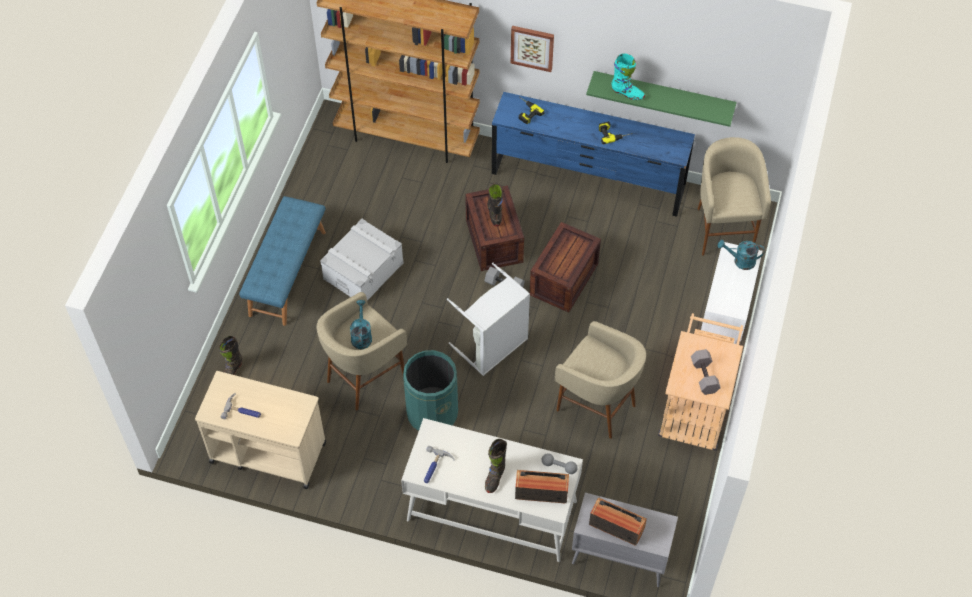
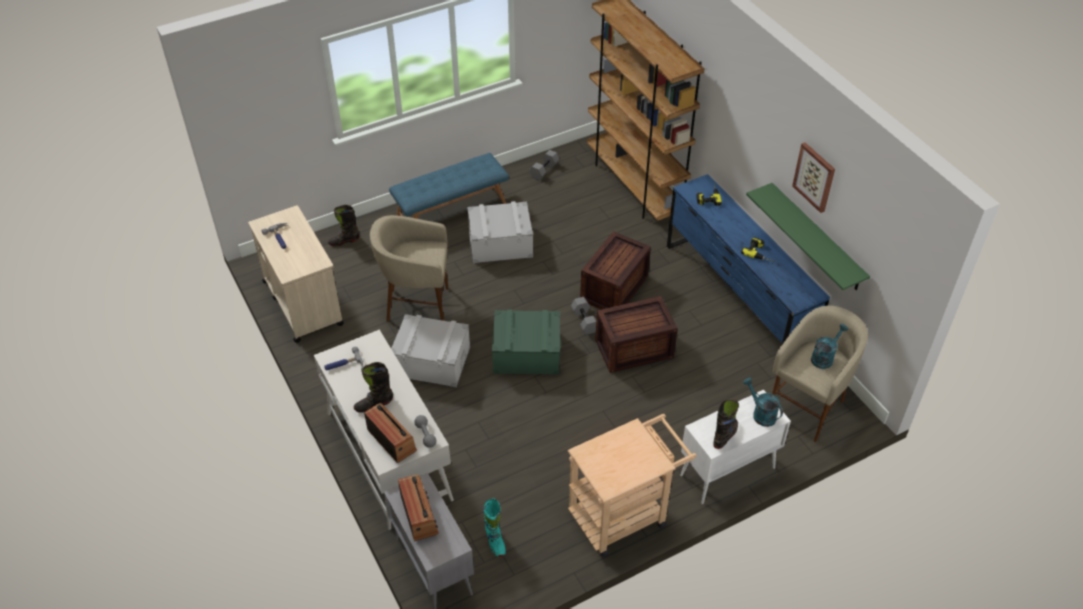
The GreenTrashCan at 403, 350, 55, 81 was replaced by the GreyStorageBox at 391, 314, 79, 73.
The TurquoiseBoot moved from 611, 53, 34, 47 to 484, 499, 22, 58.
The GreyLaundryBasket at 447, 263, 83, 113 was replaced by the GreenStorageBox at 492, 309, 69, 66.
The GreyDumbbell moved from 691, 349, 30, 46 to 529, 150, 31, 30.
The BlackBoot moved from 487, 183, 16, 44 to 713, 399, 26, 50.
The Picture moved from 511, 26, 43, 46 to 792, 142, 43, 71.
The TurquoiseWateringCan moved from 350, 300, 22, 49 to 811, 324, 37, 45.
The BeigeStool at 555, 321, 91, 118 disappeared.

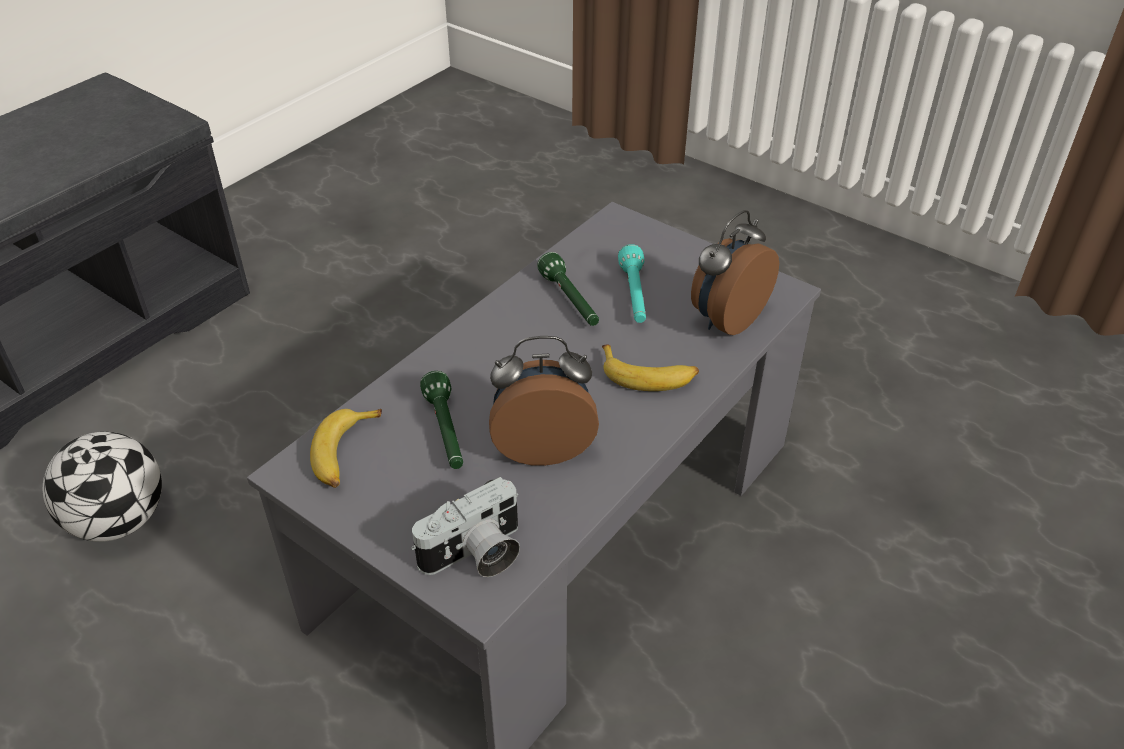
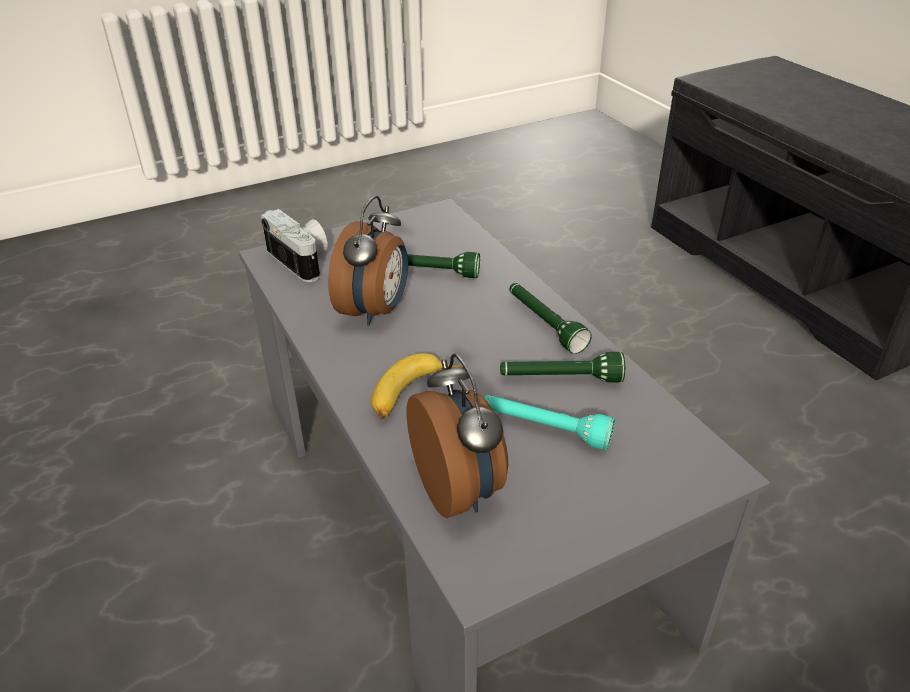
The PhotoCamera at 411, 477, 109, 100 turned 150 degrees clockwise.
The GreenFlashlight at 510, 283, 82, 71 appeared.
The Football at 43, 432, 119, 110 disappeared.
The Banana at 310, 409, 72, 79 disappeared.

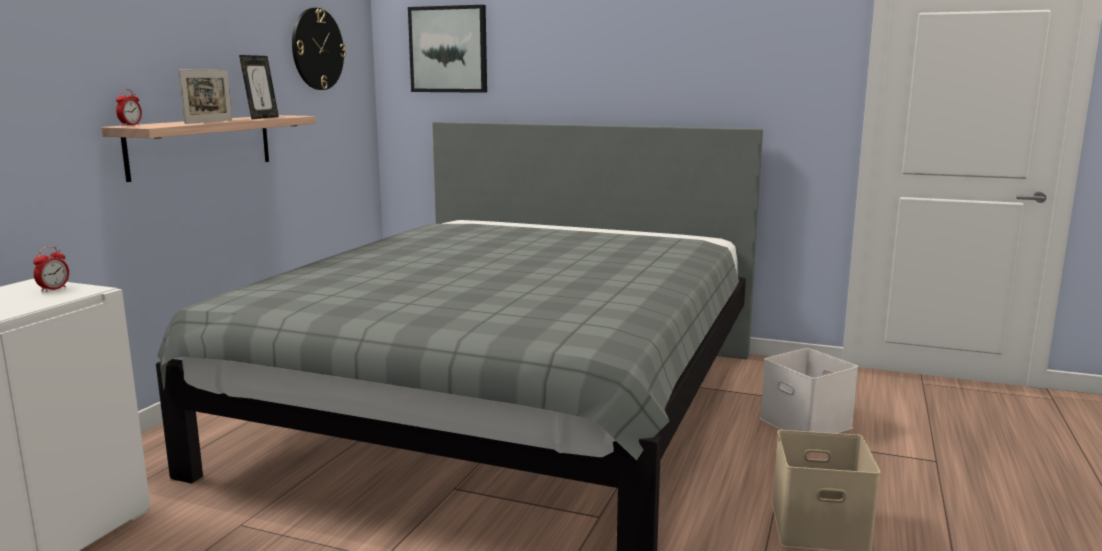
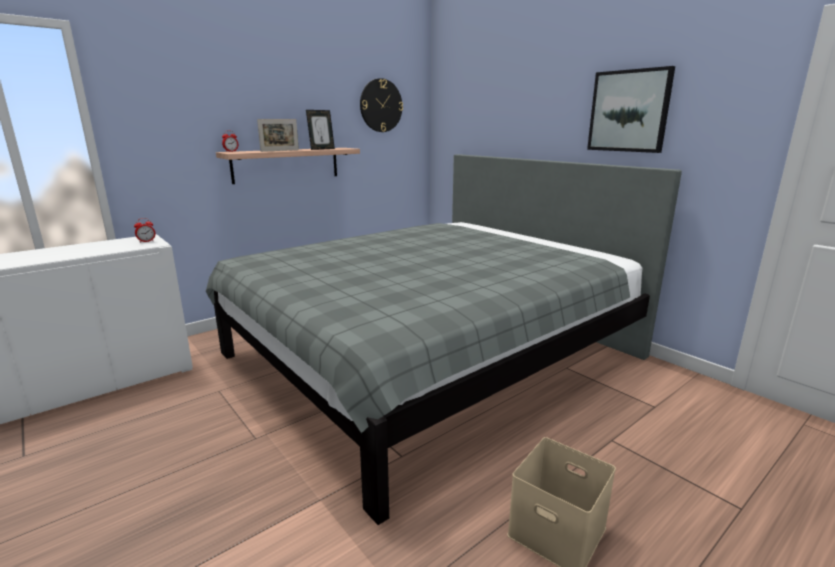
The Picture moved from 408, 5, 79, 88 to 587, 66, 88, 87.
The WhiteStorageBox at 760, 348, 98, 85 disappeared.

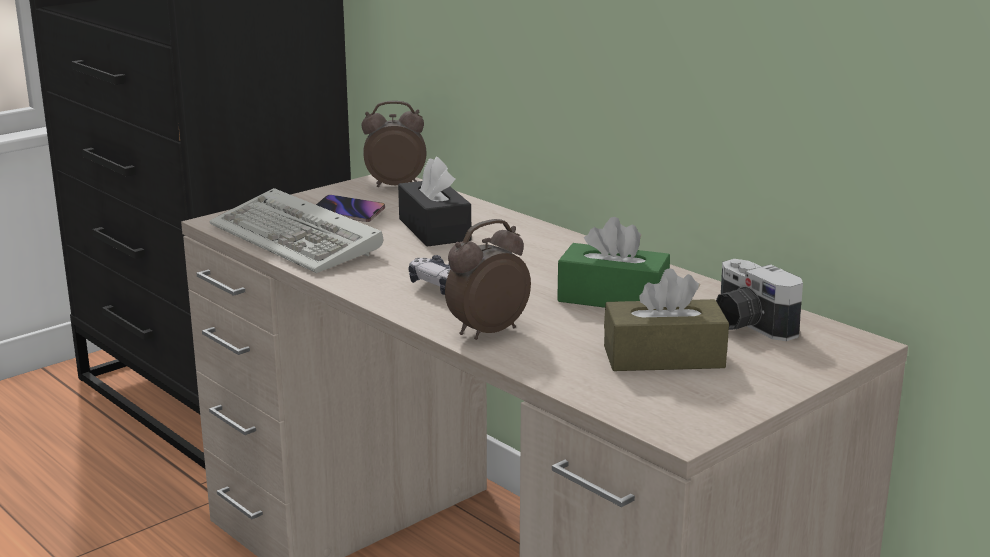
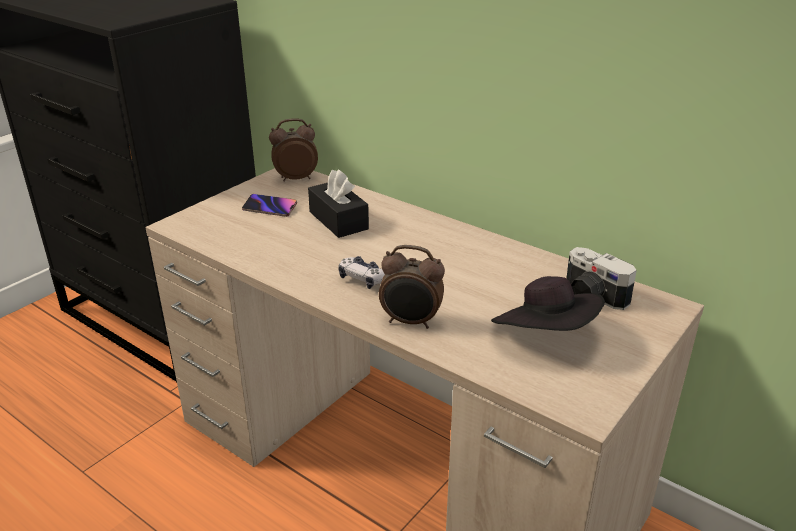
The AlarmClock at 445, 219, 86, 121 turned 120 degrees counterclockwise.
The BrownTissueBox at 604, 268, 125, 103 was replaced by the BlackHat at 491, 276, 114, 55.
The Keyboard at 210, 188, 173, 85 disappeared.
The GreenTissueBox at 557, 217, 113, 91 disappeared.

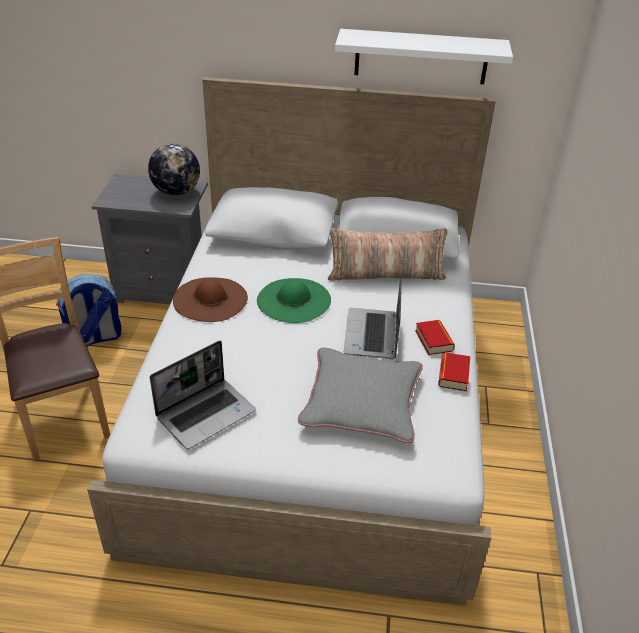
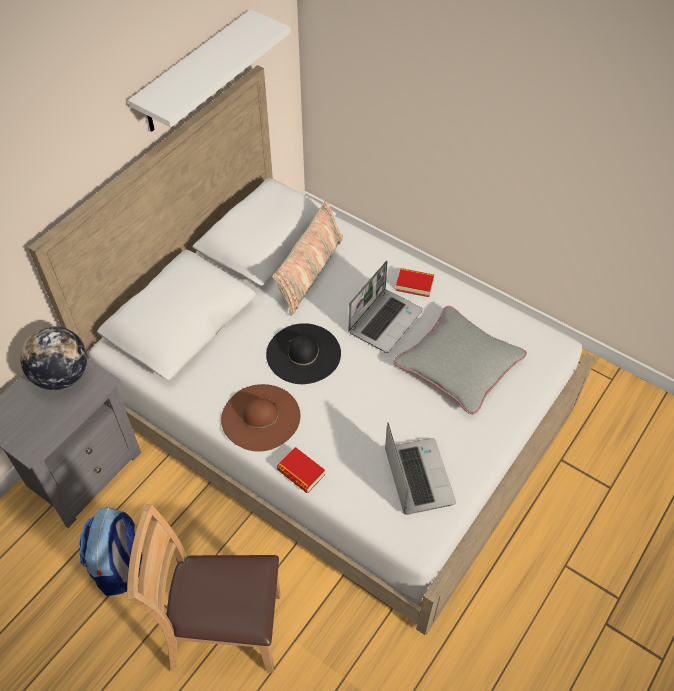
The GreenHat at 257, 278, 74, 45 became the BlackHat at 266, 323, 75, 61.
The Book moved from 438, 352, 32, 39 to 277, 447, 48, 46.
The Laptop at 344, 276, 58, 83 turned 90 degrees counterclockwise.

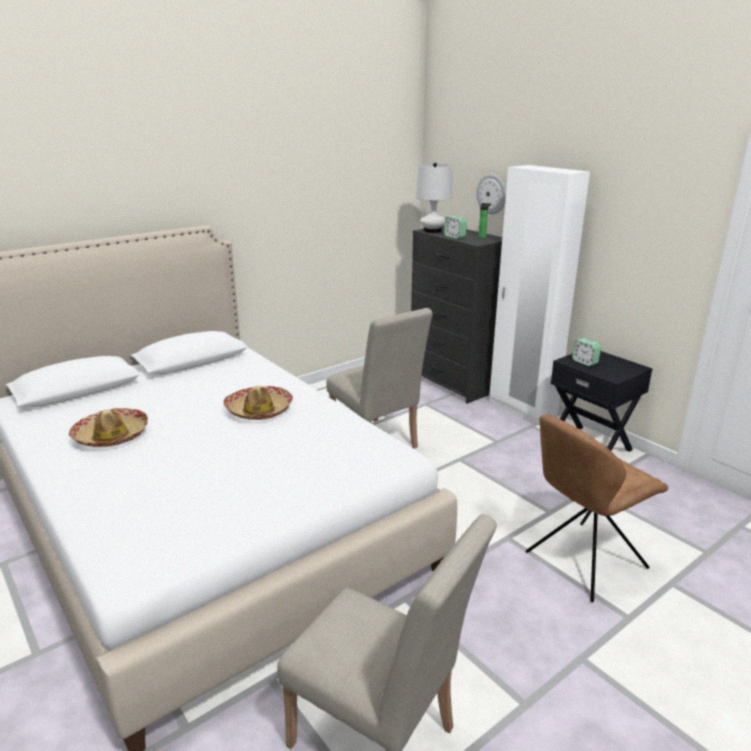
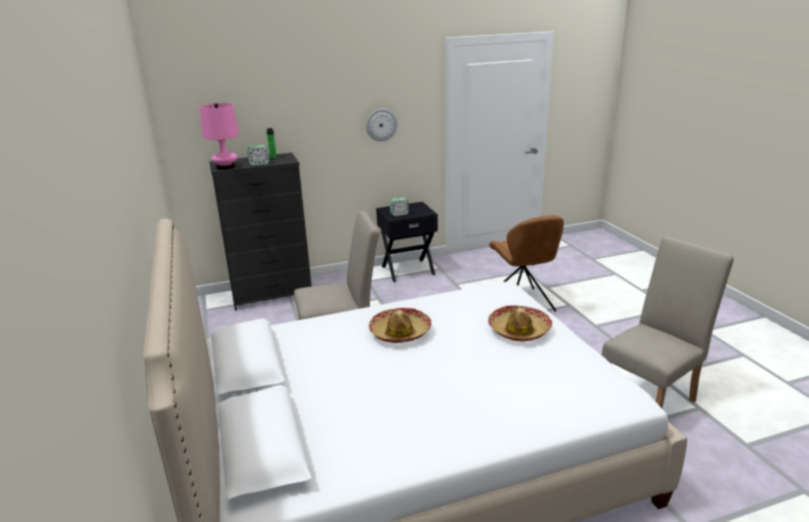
The WhiteTableLamp at 416, 163, 36, 70 became the PinkTableLamp at 200, 103, 39, 67.
The WallClock moved from 476, 174, 30, 41 to 366, 108, 31, 33.
The Hat moved from 69, 408, 79, 39 to 488, 305, 64, 36.
The WhiteWardrobe at 490, 165, 100, 261 disappeared.

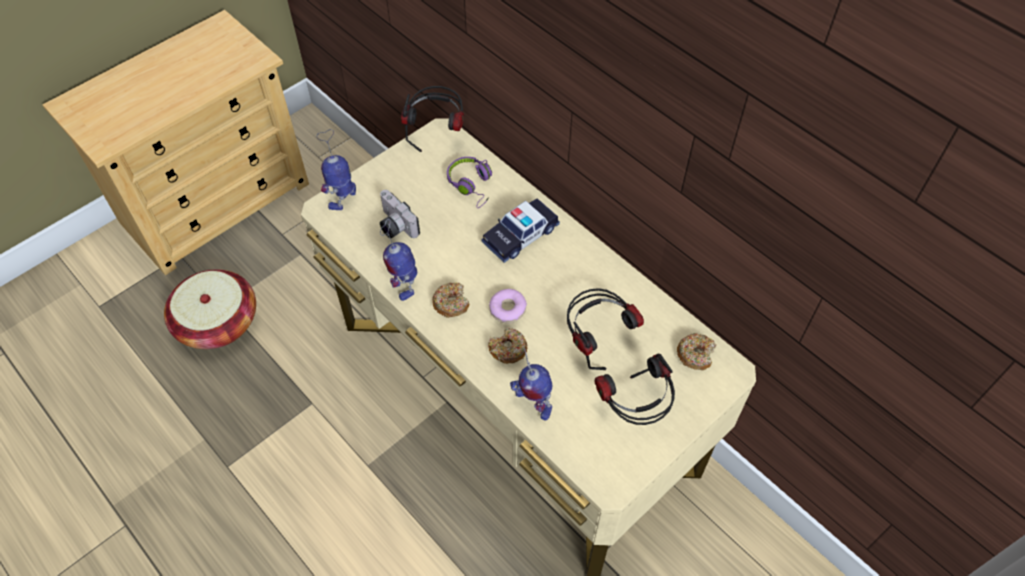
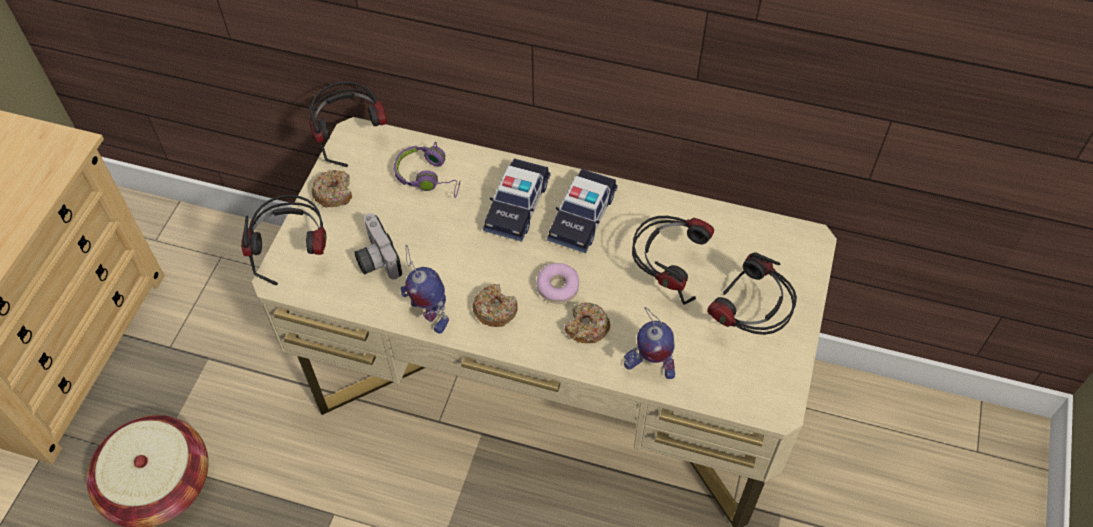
The ToyRobot at 317, 129, 39, 81 was replaced by the Headphones at 241, 195, 85, 90.
The Donut moved from 677, 333, 39, 37 to 312, 170, 40, 37.
The PhotoCamera at 380, 190, 40, 48 turned 45 degrees clockwise.
The ToyCar at 547, 169, 71, 84 appeared.

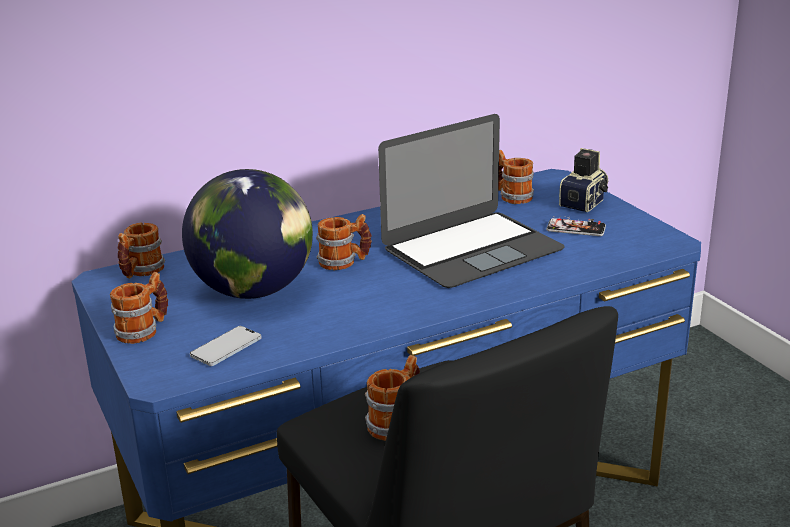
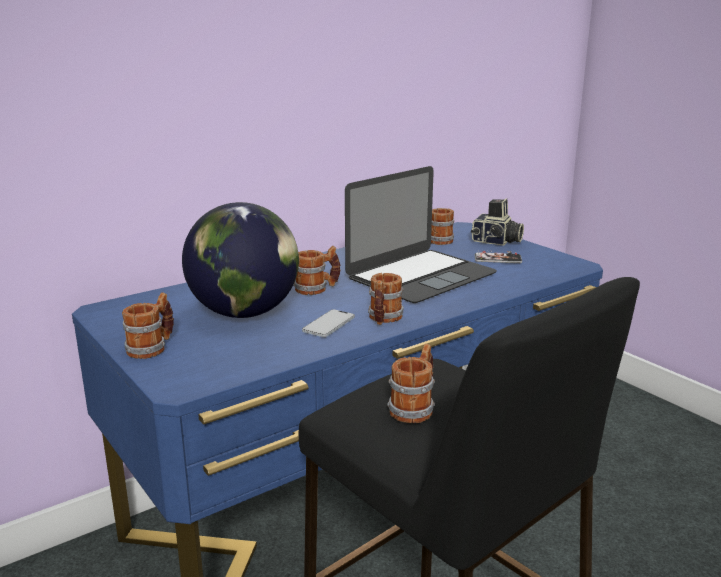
The Phone moved from 190, 326, 72, 40 to 302, 309, 53, 28.
The Mug moved from 118, 223, 47, 56 to 368, 273, 36, 52.
The PhotoCamera at 559, 148, 49, 64 turned 90 degrees clockwise.

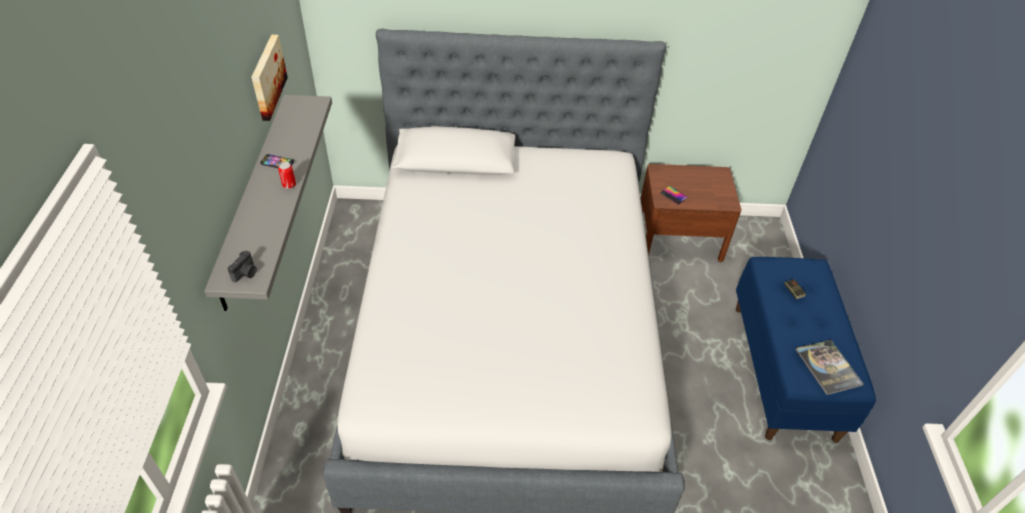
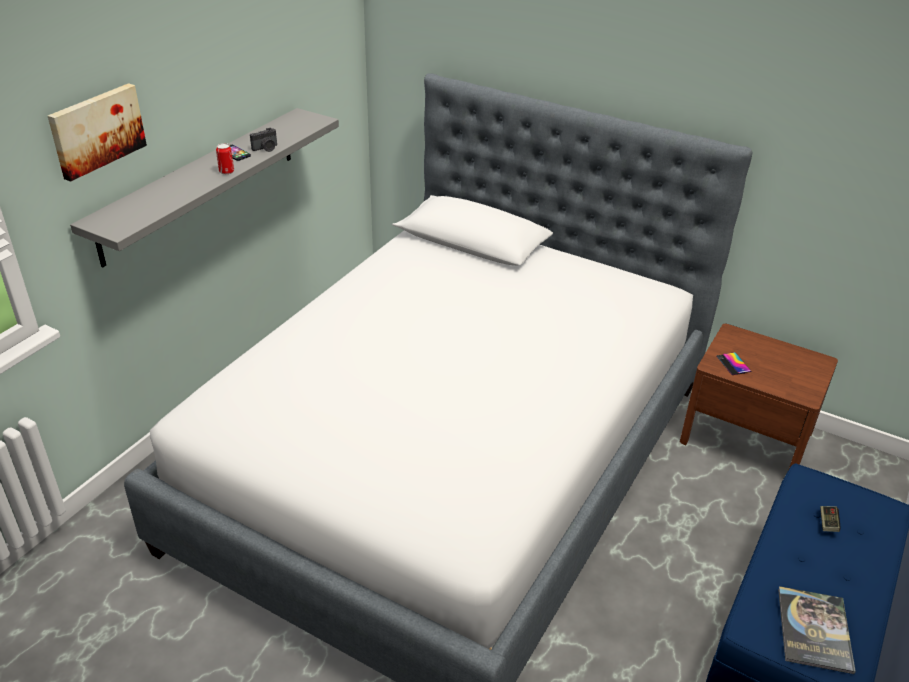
The Picture moved from 251, 35, 37, 86 to 48, 83, 99, 99.
The PhotoCamera moved from 227, 251, 30, 31 to 250, 128, 27, 24.

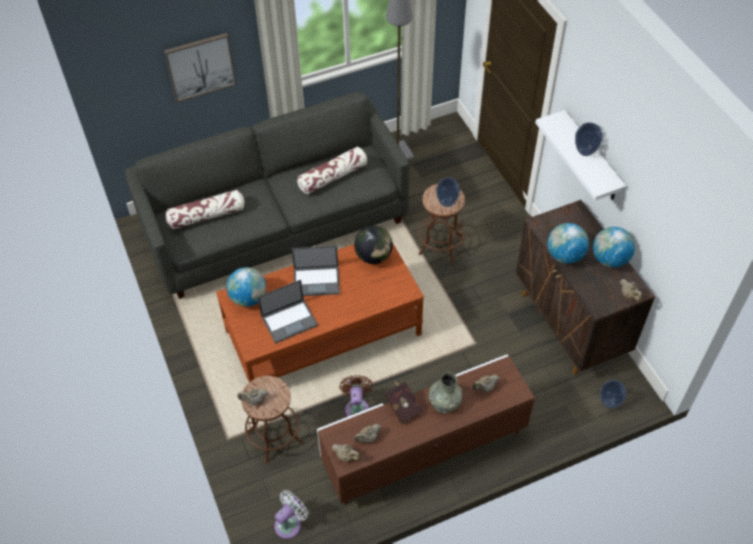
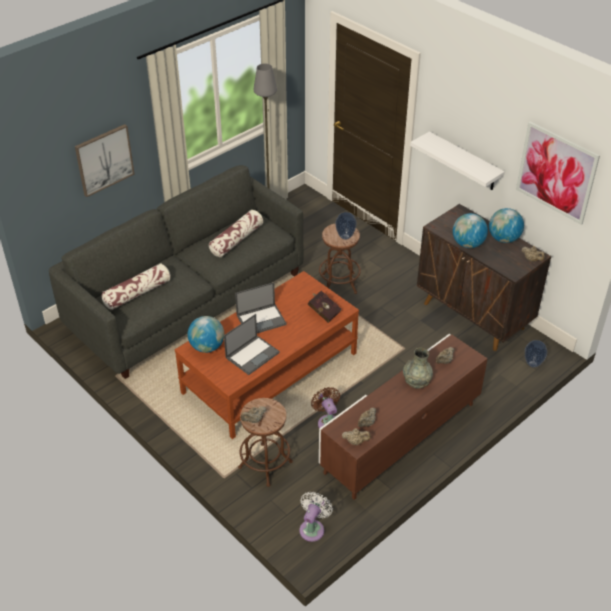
The RedBook moved from 384, 382, 39, 42 to 308, 291, 34, 32.
The Picture at 516, 122, 84, 103 appeared.
The Globe at 354, 226, 39, 38 disappeared.
The Vase at 575, 123, 28, 33 disappeared.

